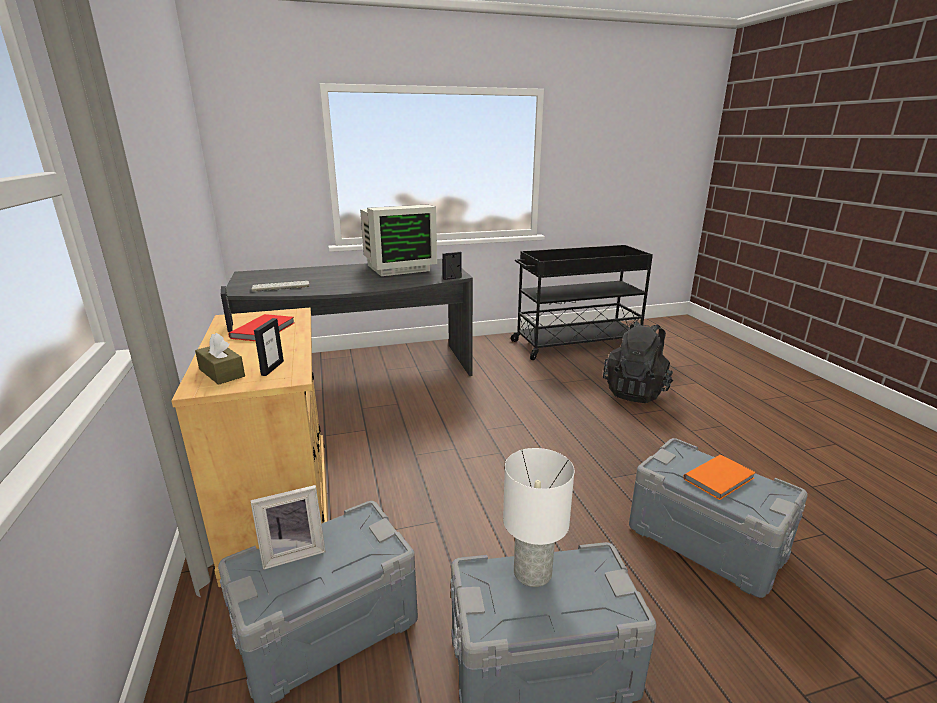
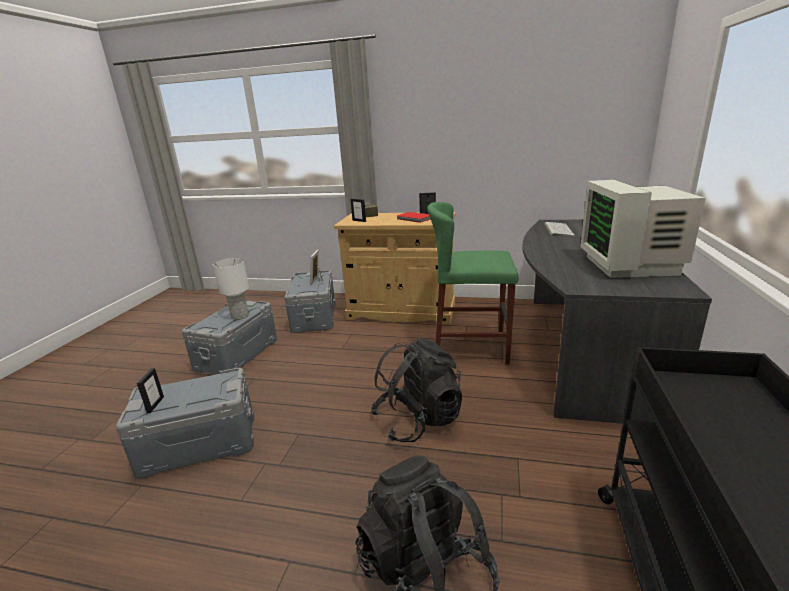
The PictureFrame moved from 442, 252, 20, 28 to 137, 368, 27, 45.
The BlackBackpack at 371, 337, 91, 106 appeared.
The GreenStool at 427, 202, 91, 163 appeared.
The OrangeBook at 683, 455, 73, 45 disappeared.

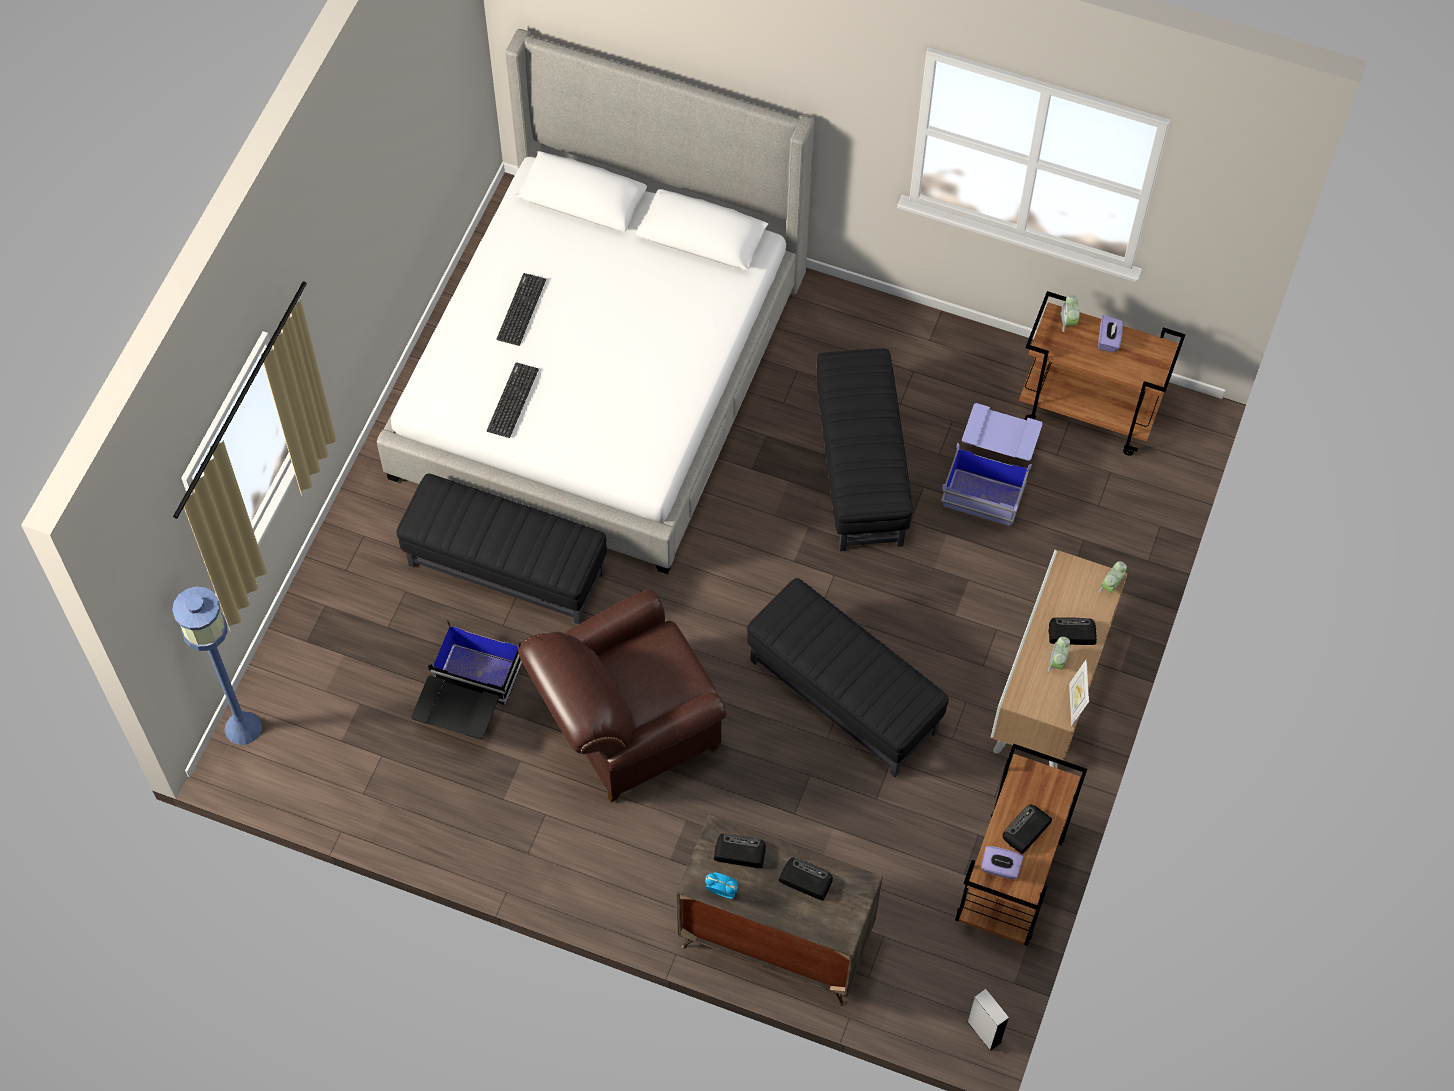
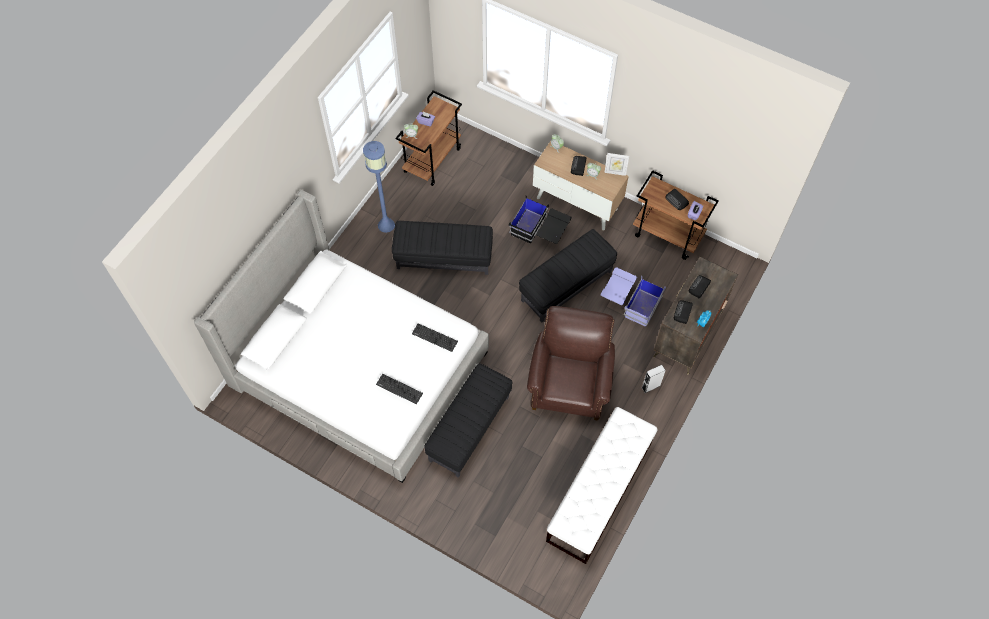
The BlueFloorLamp moved from 172, 586, 90, 159 to 363, 141, 32, 92.
The Keyboard moved from 497, 273, 49, 73 to 412, 323, 46, 29.
The BlackStorageBox moved from 411, 620, 111, 119 to 509, 196, 63, 48.
The BrownArmchair at 518, 589, 209, 213 turned 150 degrees counterclockwise.
The WhiteBench at 546, 407, 111, 157 appeared.
The BlueStorageBox moved from 941, 403, 102, 123 to 600, 267, 66, 59.
The GreySpeaker moved from 967, 989, 42, 62 to 641, 365, 25, 28.

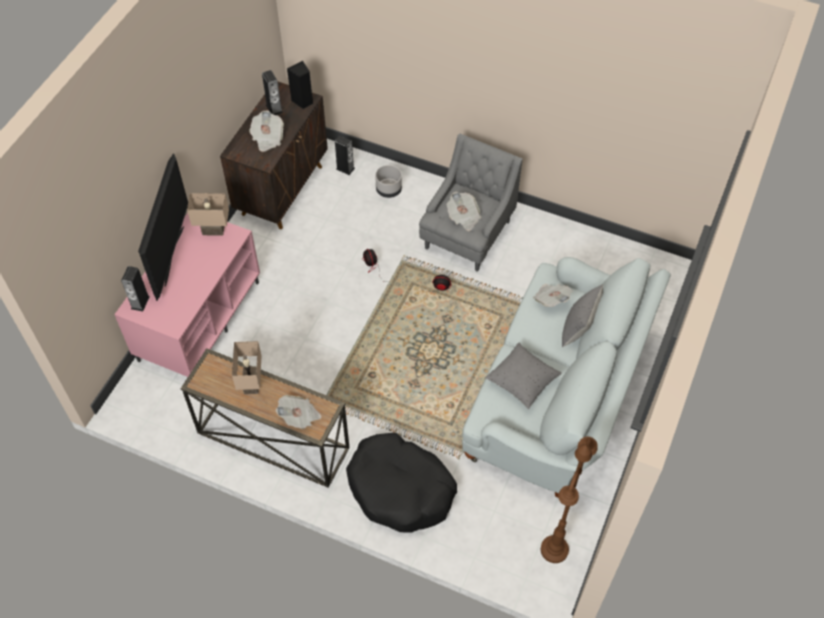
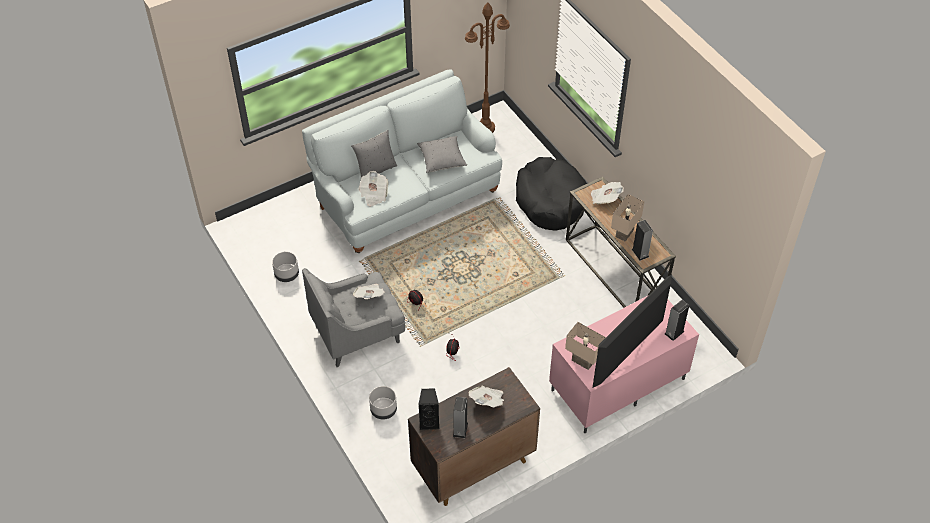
The GreyPlanter at 272, 252, 27, 30 appeared.
The Speaker moved from 335, 135, 20, 40 to 632, 220, 21, 41.

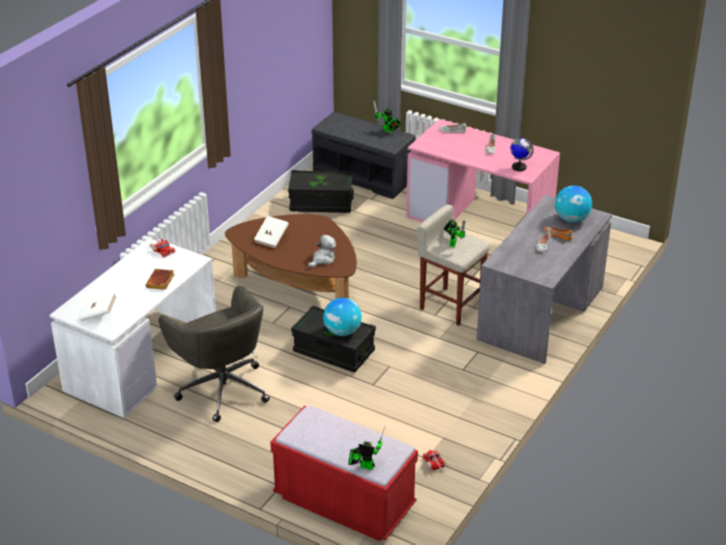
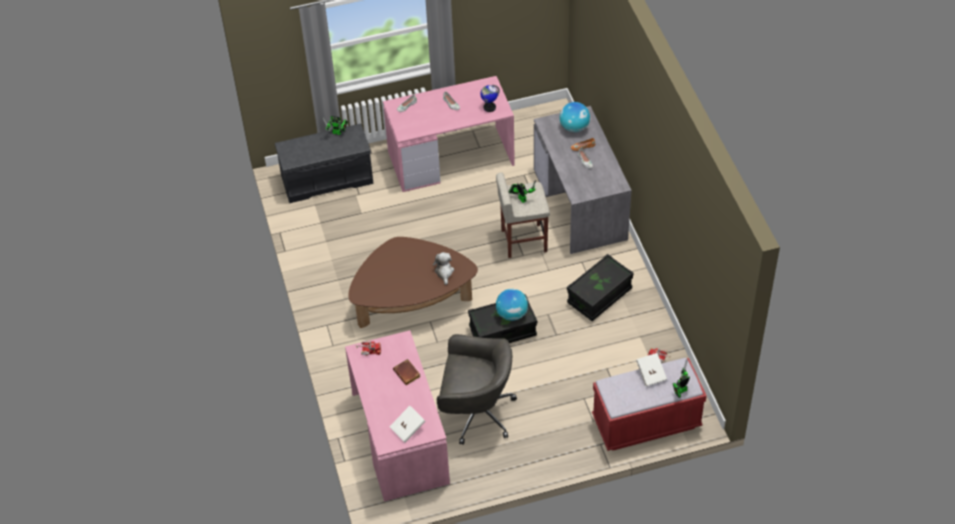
The WhiteDesk at 50, 237, 166, 181 became the PinkDesk at 345, 330, 105, 172.
The BlackStorageBox moved from 288, 170, 66, 43 to 567, 254, 67, 67.
The WhiteBook moved from 254, 216, 35, 32 to 636, 353, 31, 33.

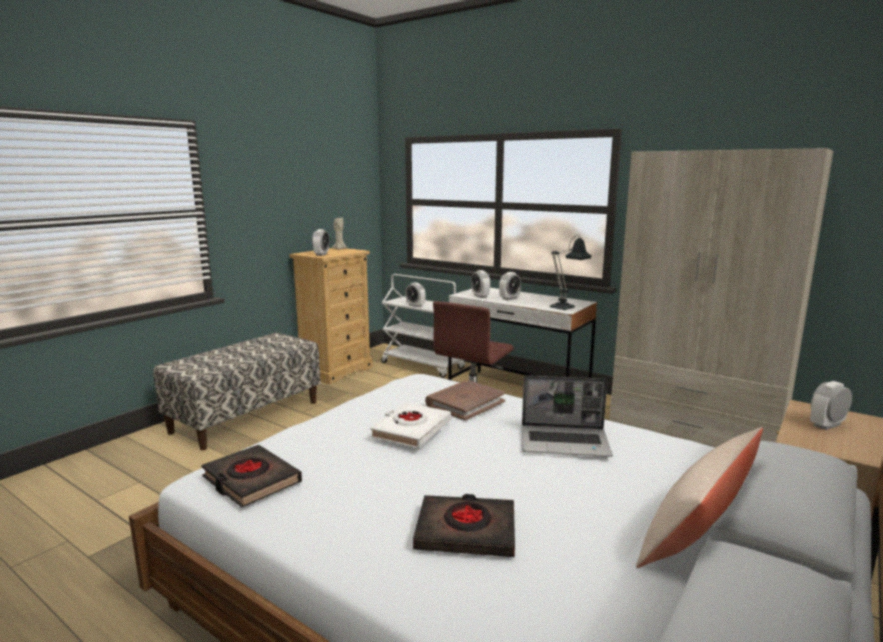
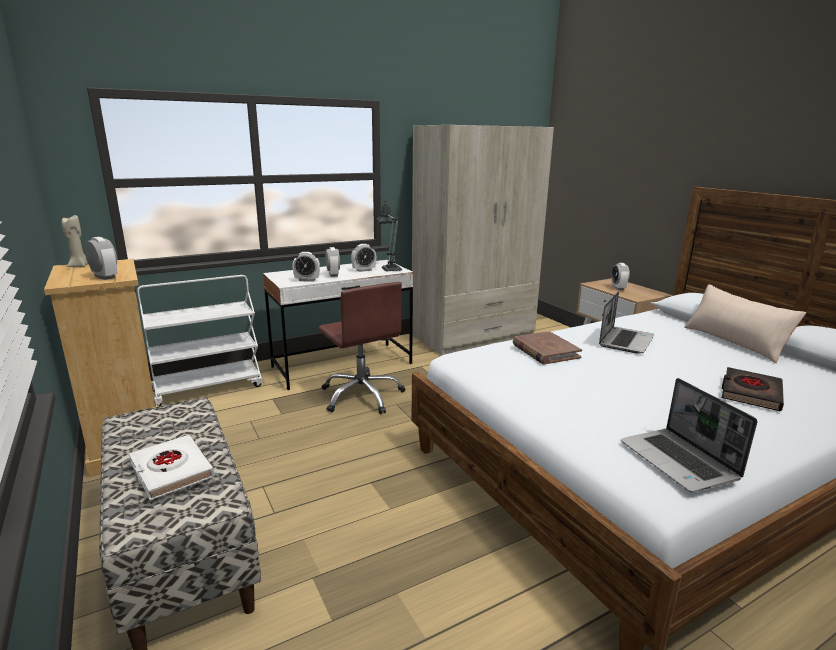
The WhiteBook moved from 370, 402, 81, 46 to 129, 435, 86, 65.
The AlarmClock moved from 406, 282, 20, 25 to 351, 244, 25, 28.
The BlackBook at 201, 445, 101, 62 was replaced by the Laptop at 621, 378, 136, 115.

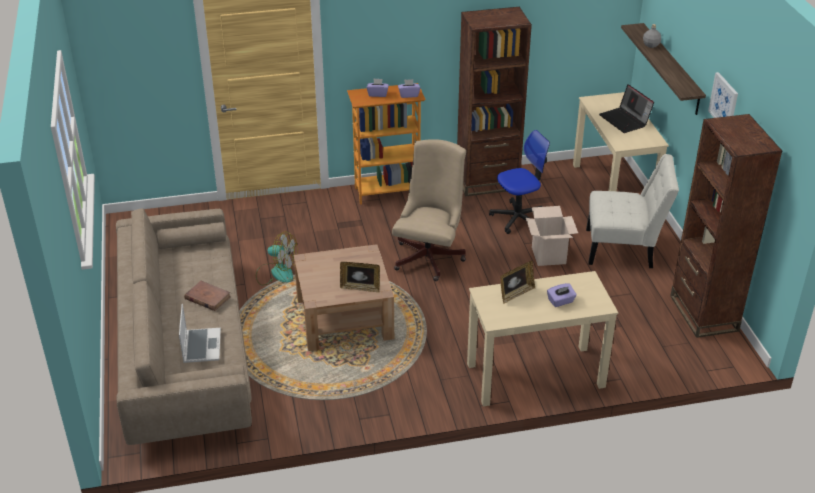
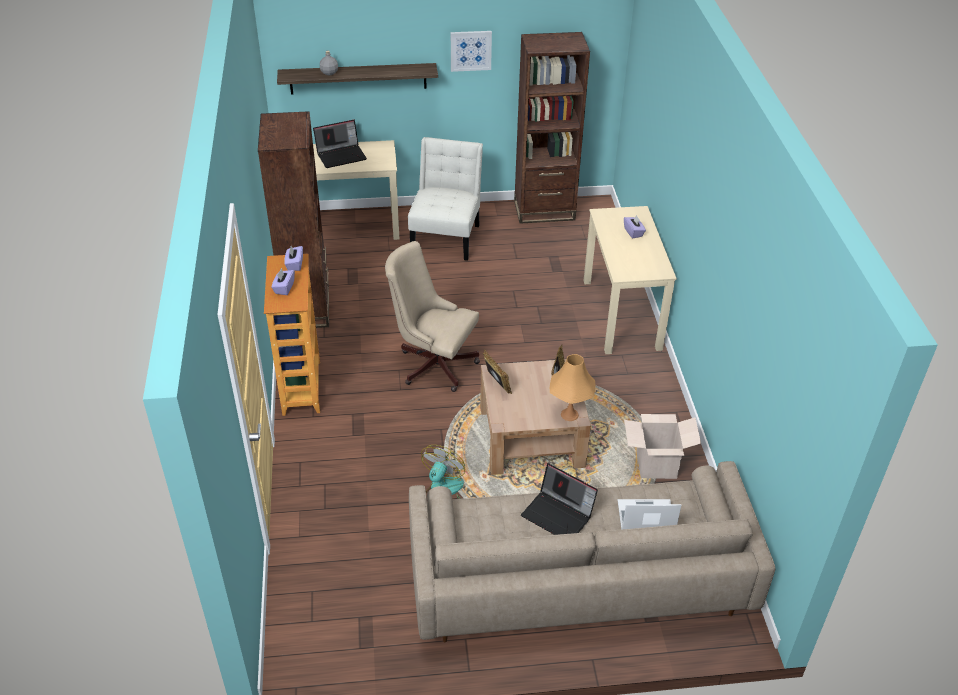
The PictureFrame moved from 500, 261, 35, 42 to 483, 349, 29, 45.
The BrownBook at 184, 281, 47, 30 was replaced by the Laptop at 521, 463, 77, 72.
The OrangeTableLamp at 550, 354, 45, 67 appeared.
The CardboardBox moved from 526, 206, 52, 60 to 624, 414, 77, 65.
The OfficeChair at 489, 130, 61, 104 disappeared.

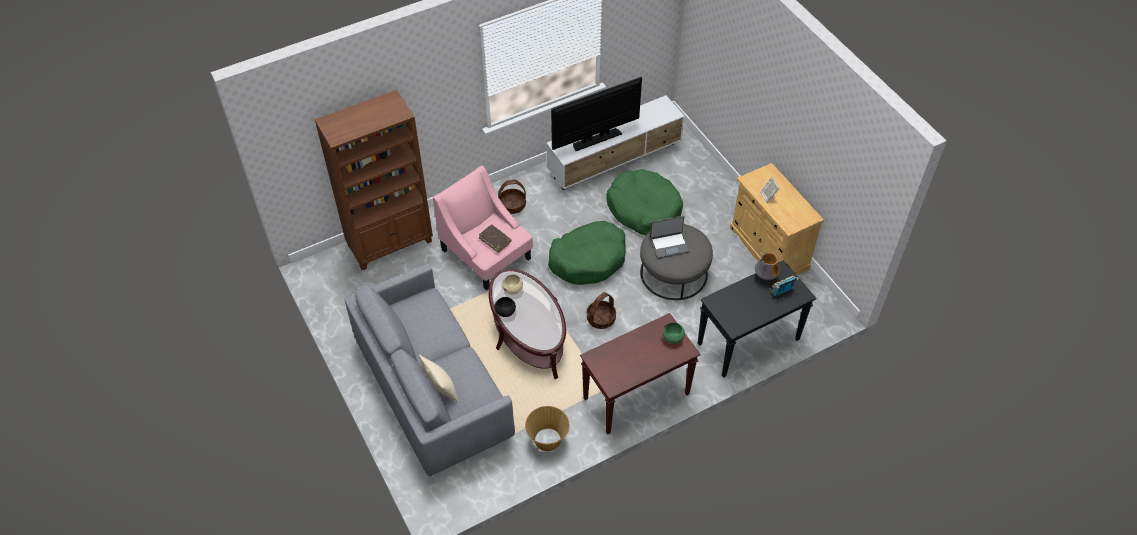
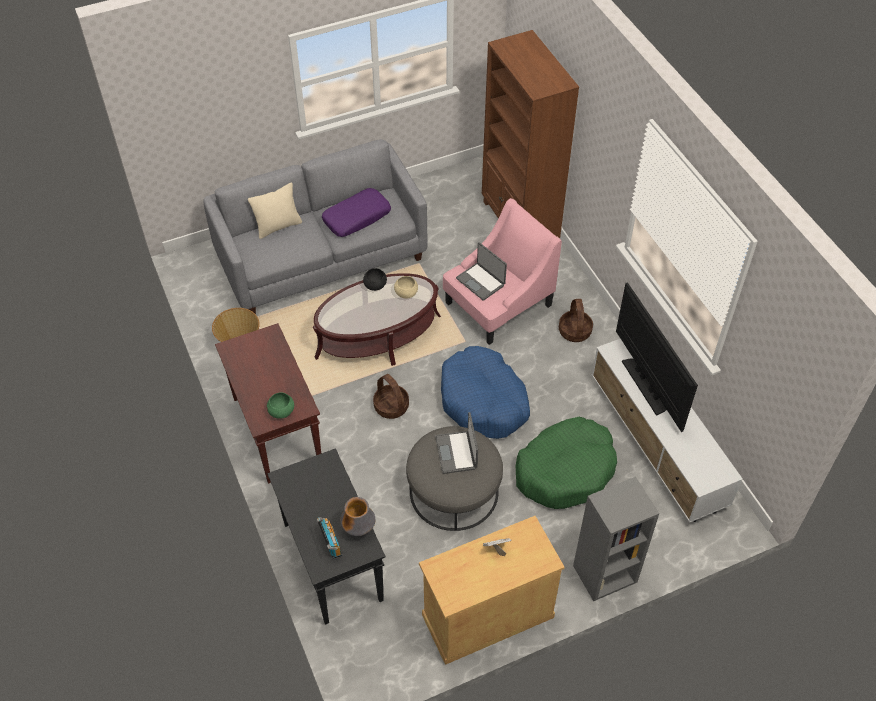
The PurplePillow at 322, 188, 69, 49 appeared.
The GreenDogBed at 548, 221, 78, 64 became the BlueDogBed at 441, 346, 89, 93.
The BrownBook at 479, 225, 33, 28 was replaced by the Laptop at 456, 242, 51, 59.
The GreyBookcase at 573, 477, 86, 124 appeared.

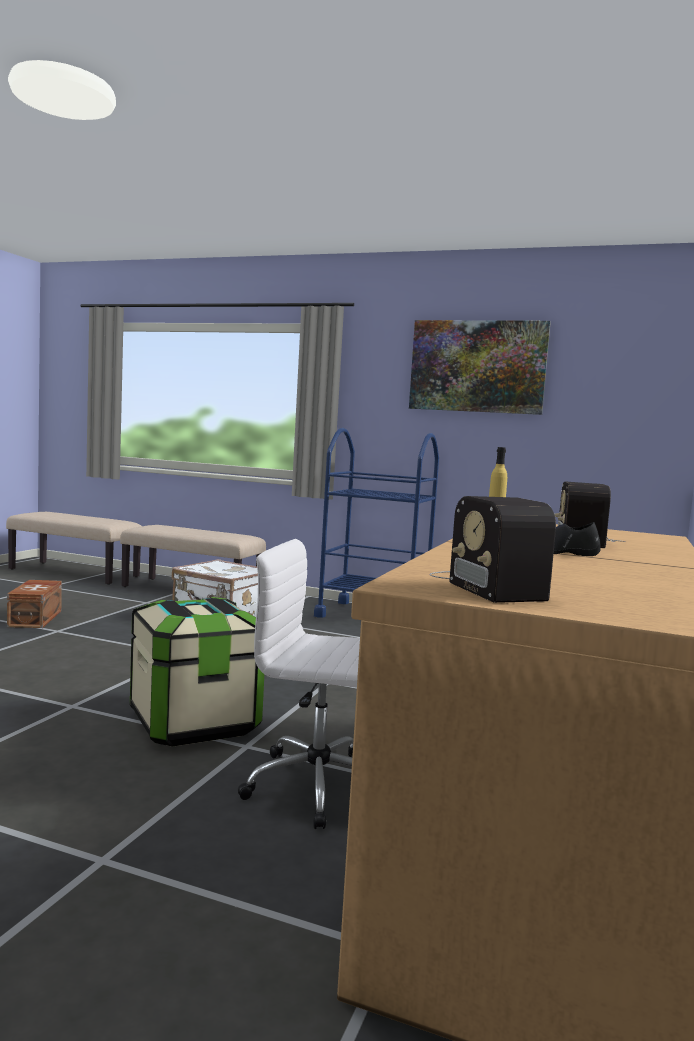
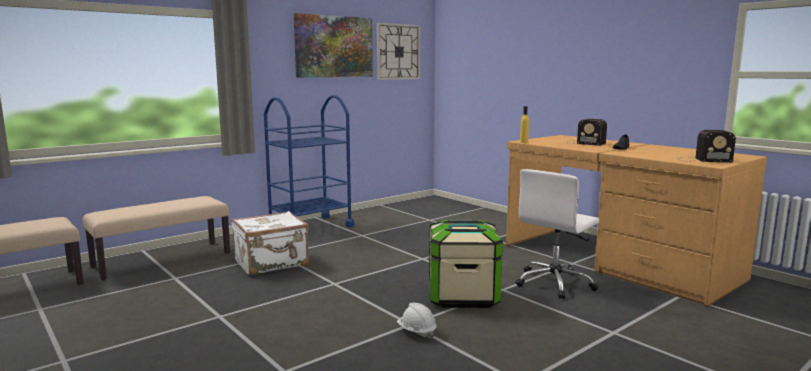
The WallClock at 377, 23, 43, 57 appeared.
The WhiteHardHat at 397, 303, 40, 36 appeared.
The BrownStorageBox at 7, 580, 55, 48 disappeared.

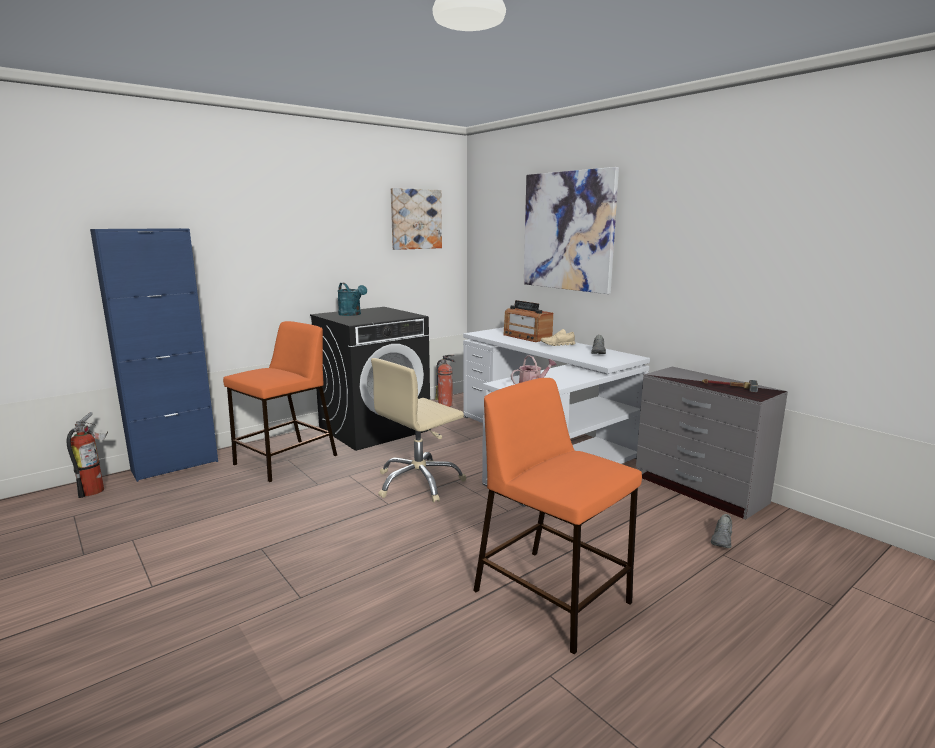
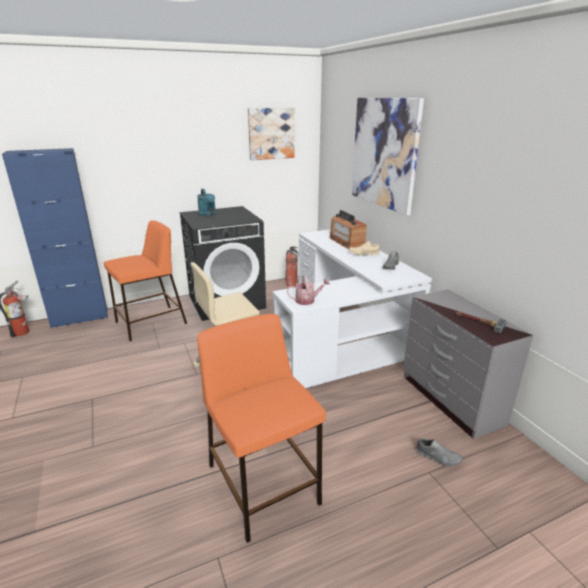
The GreyShoe at 711, 514, 21, 34 turned 105 degrees counterclockwise.

